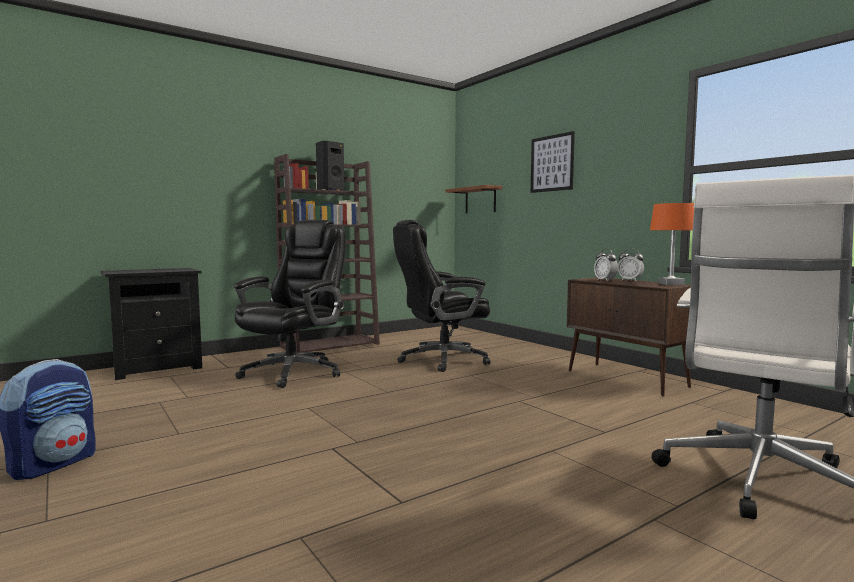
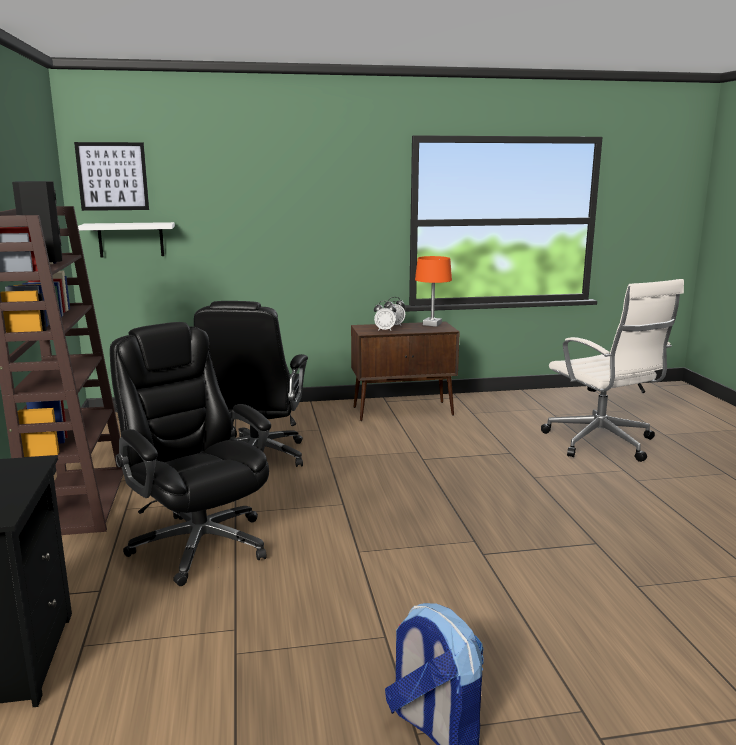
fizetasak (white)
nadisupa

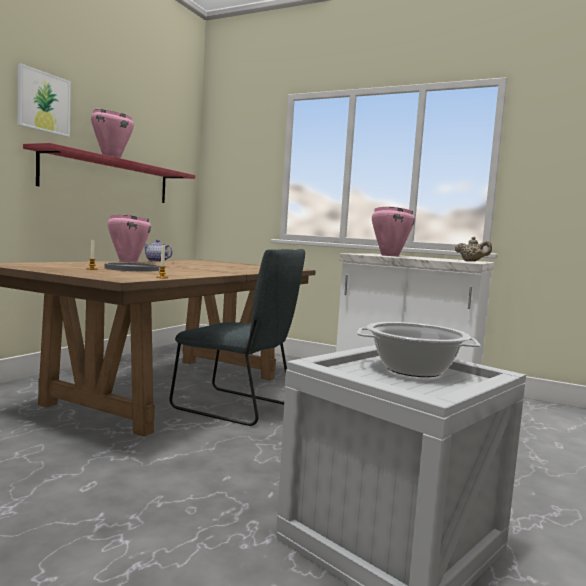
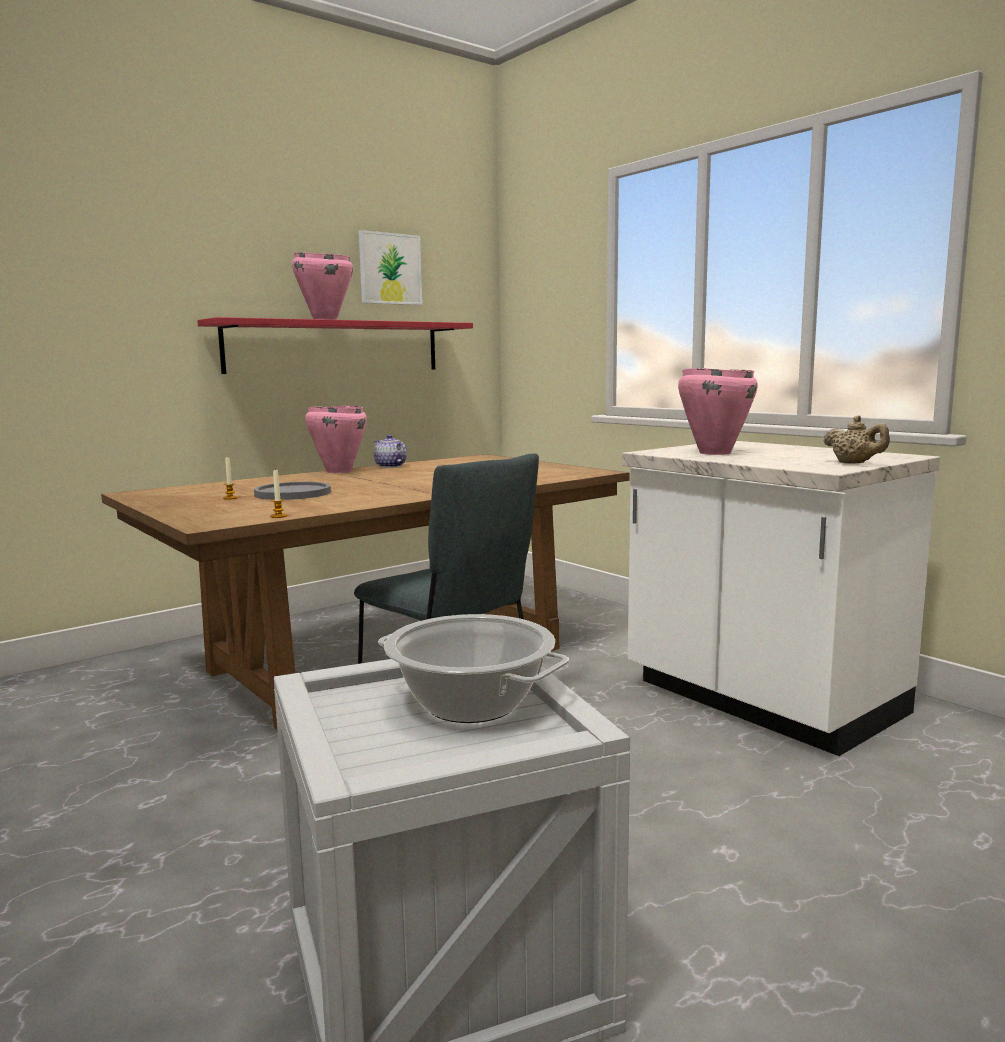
nadisupa

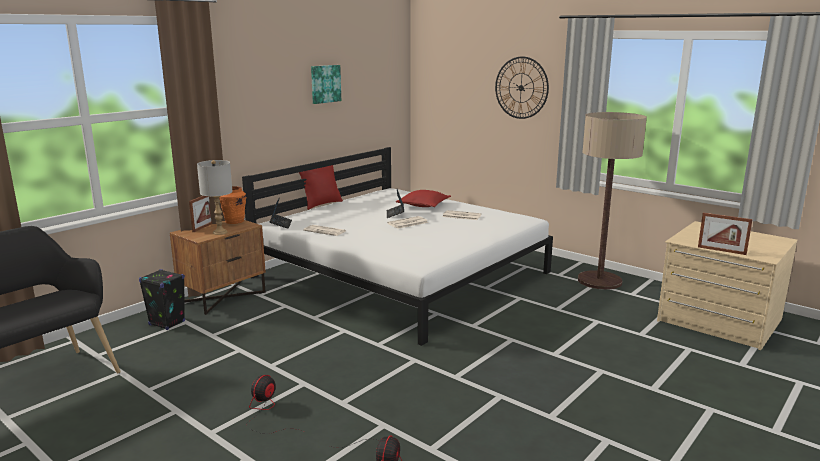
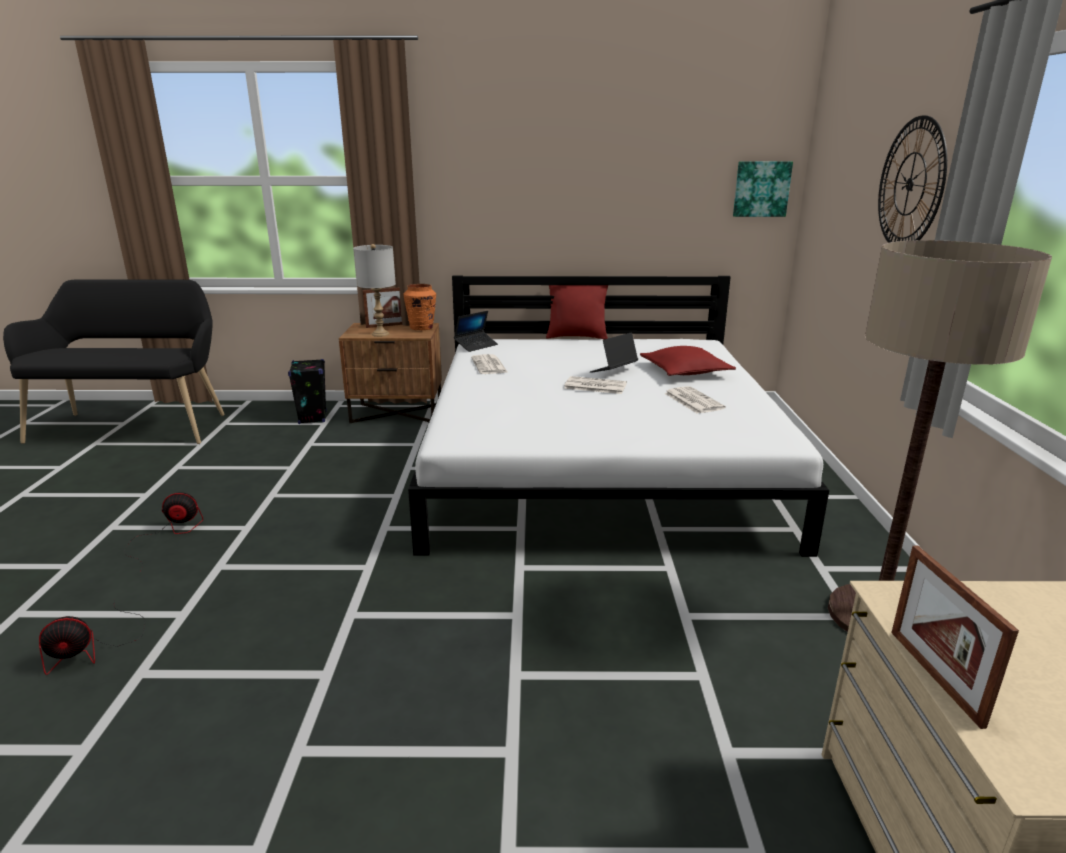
nadisupa

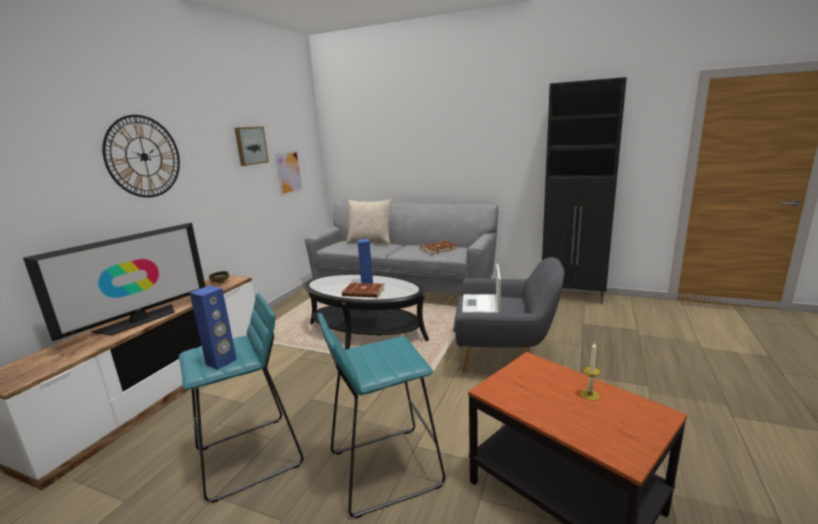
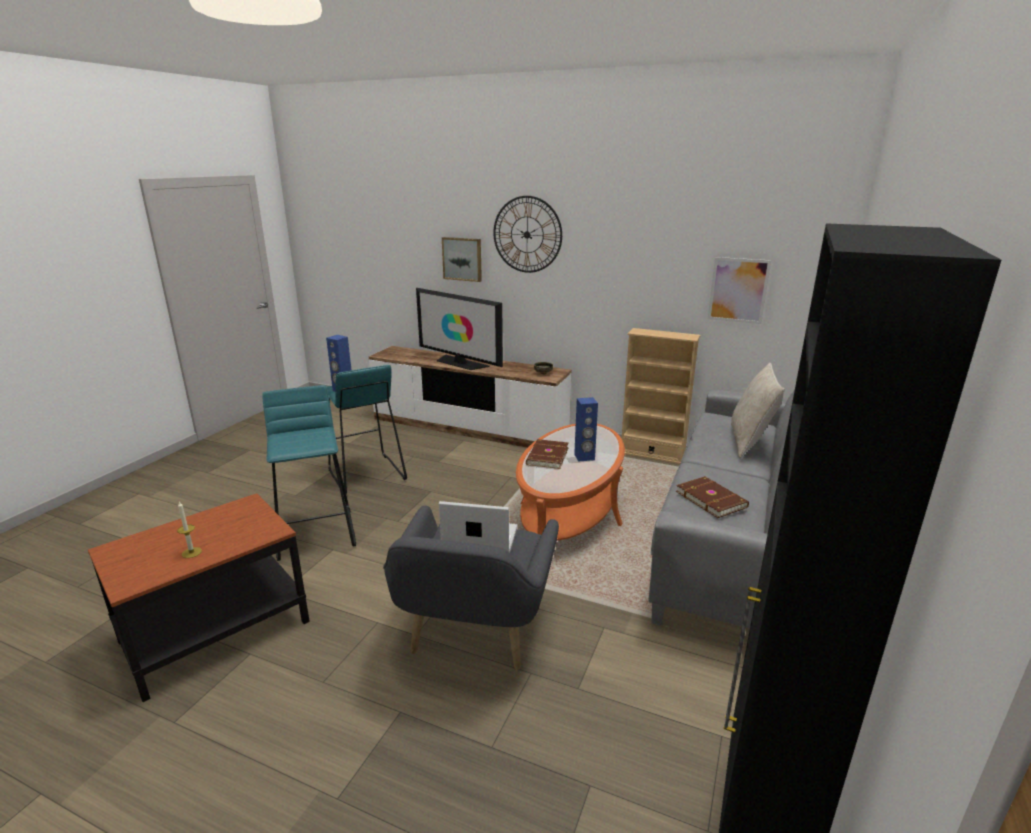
nadisupa (1st from left)
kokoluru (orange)
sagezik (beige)

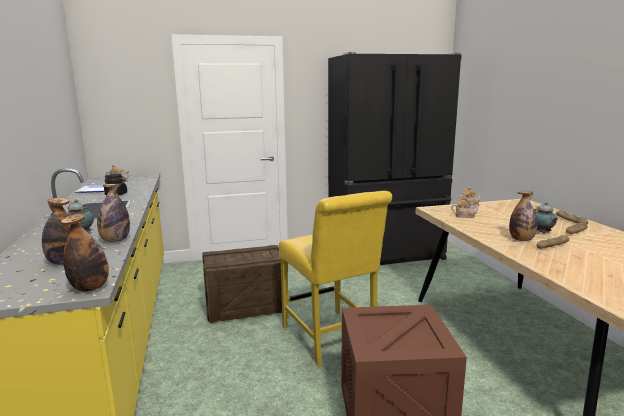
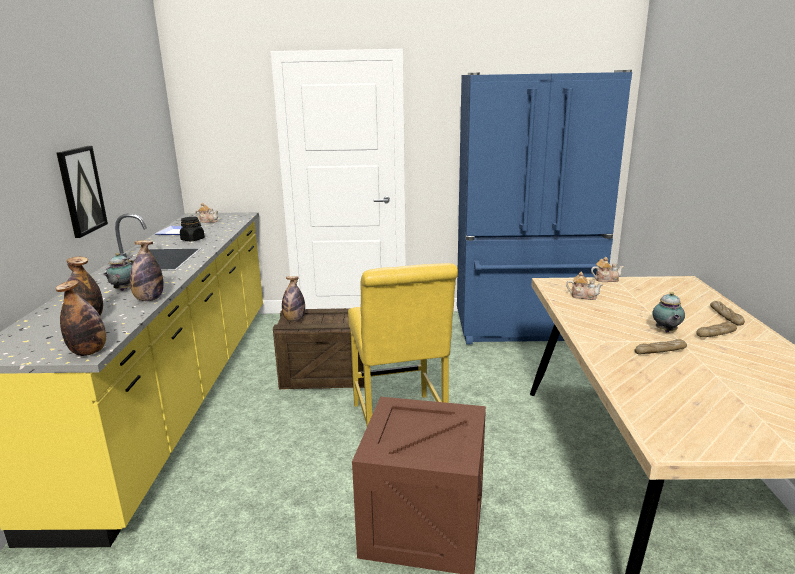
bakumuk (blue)
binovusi (4th from left)
nadisupa

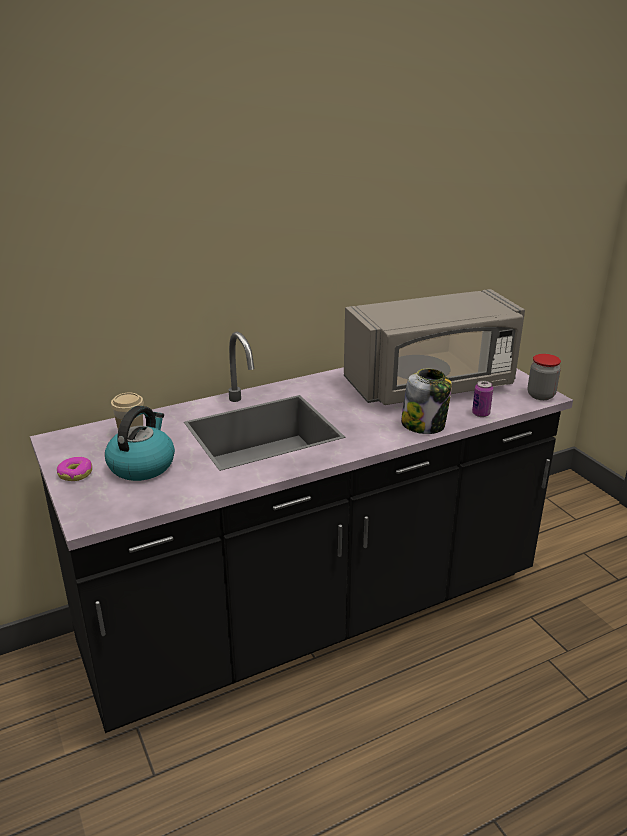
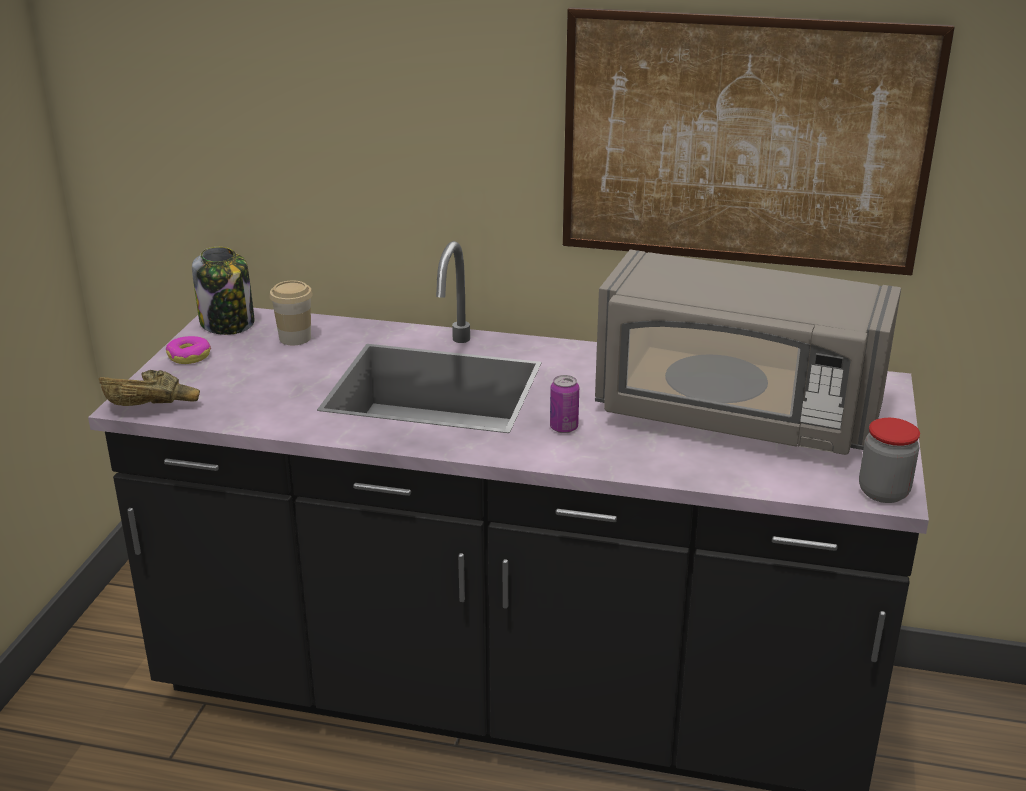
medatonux
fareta (1st from left)
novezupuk
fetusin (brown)
nadisupa

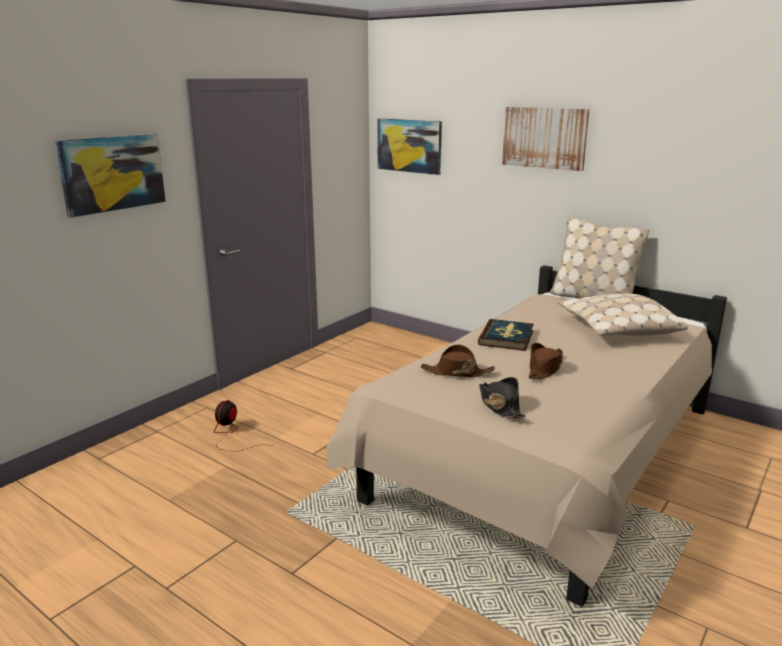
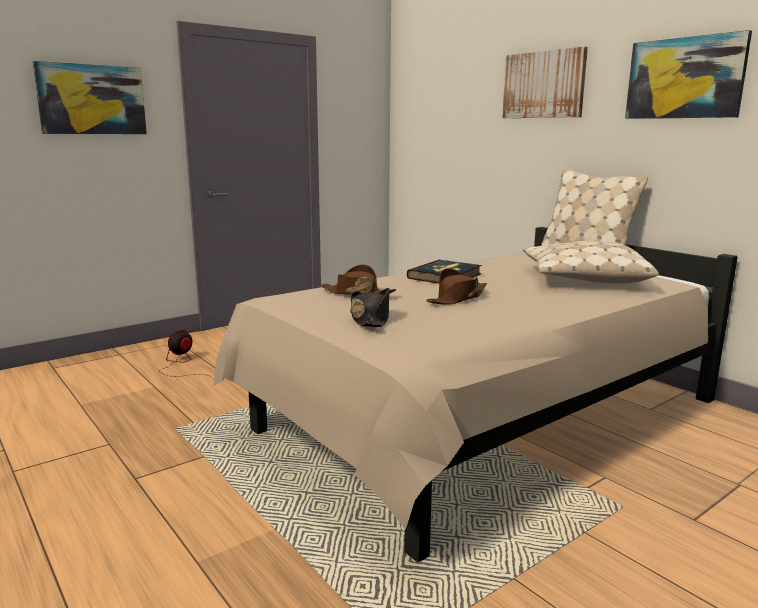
nadisupa (3rd from left)

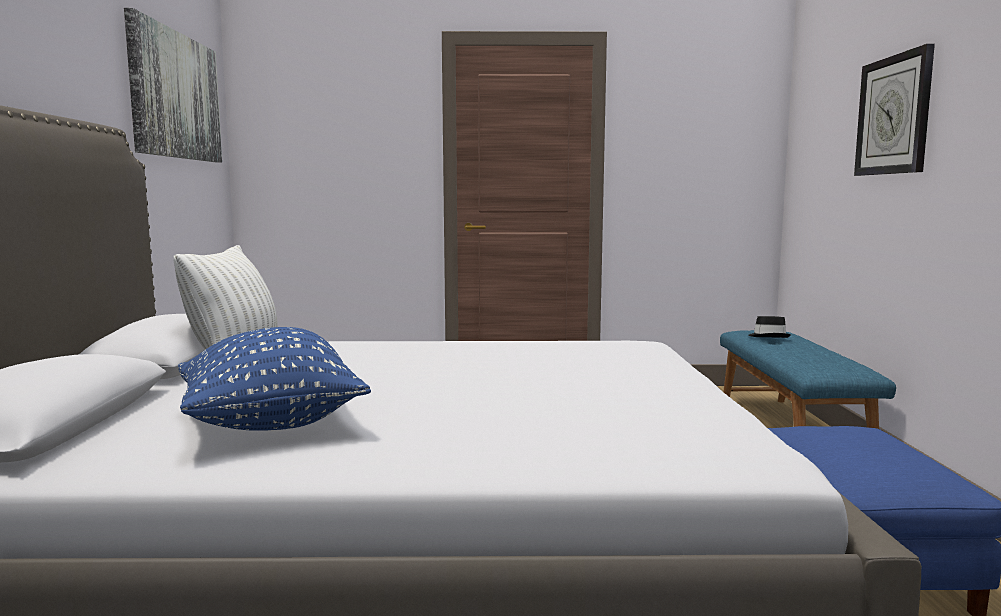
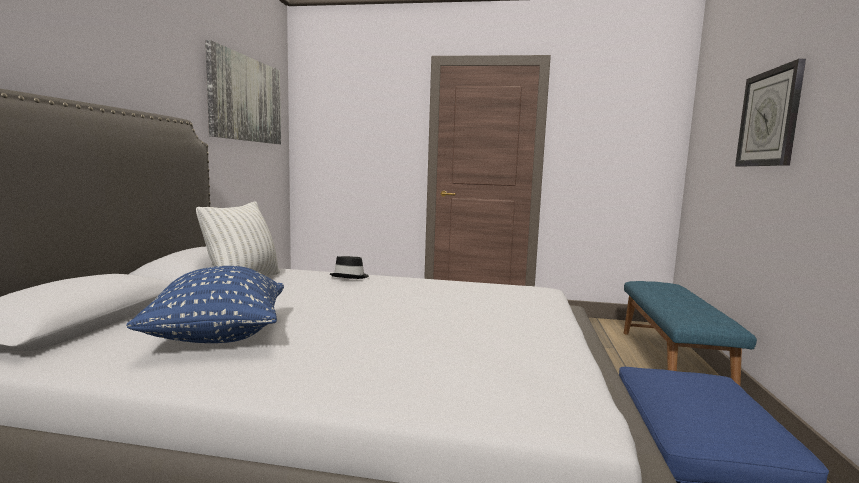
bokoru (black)

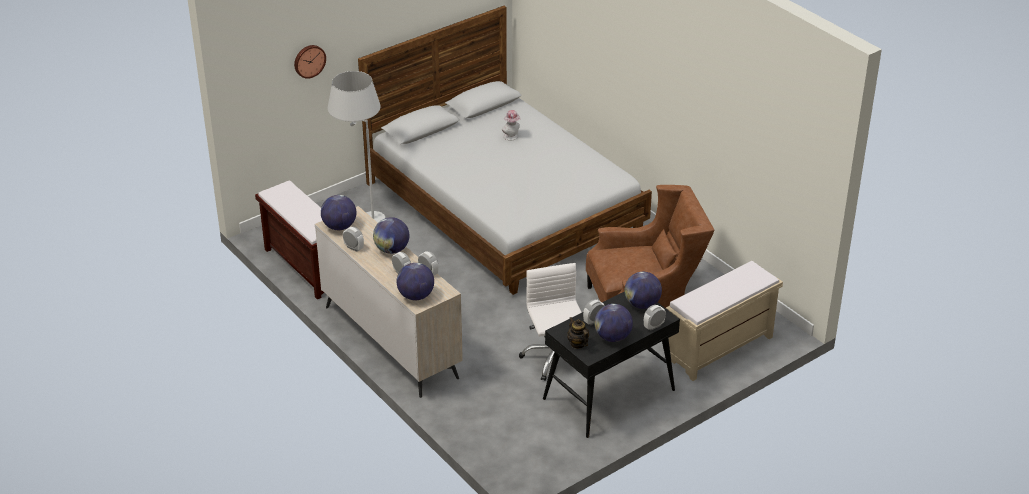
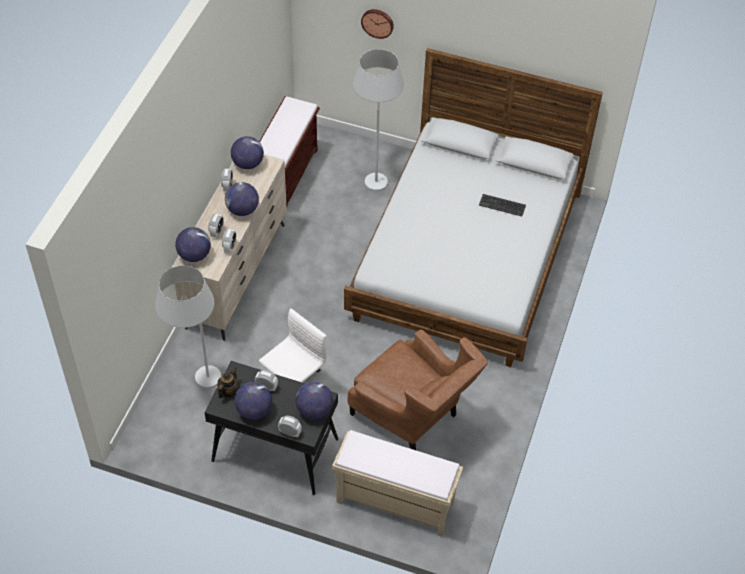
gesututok
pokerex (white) (1st from left)

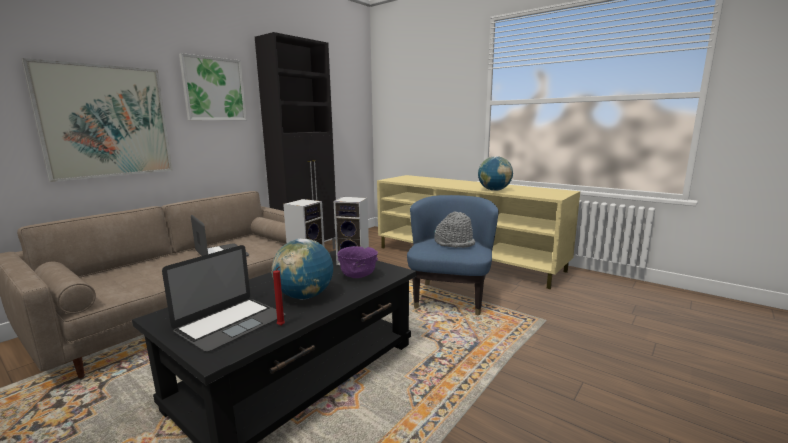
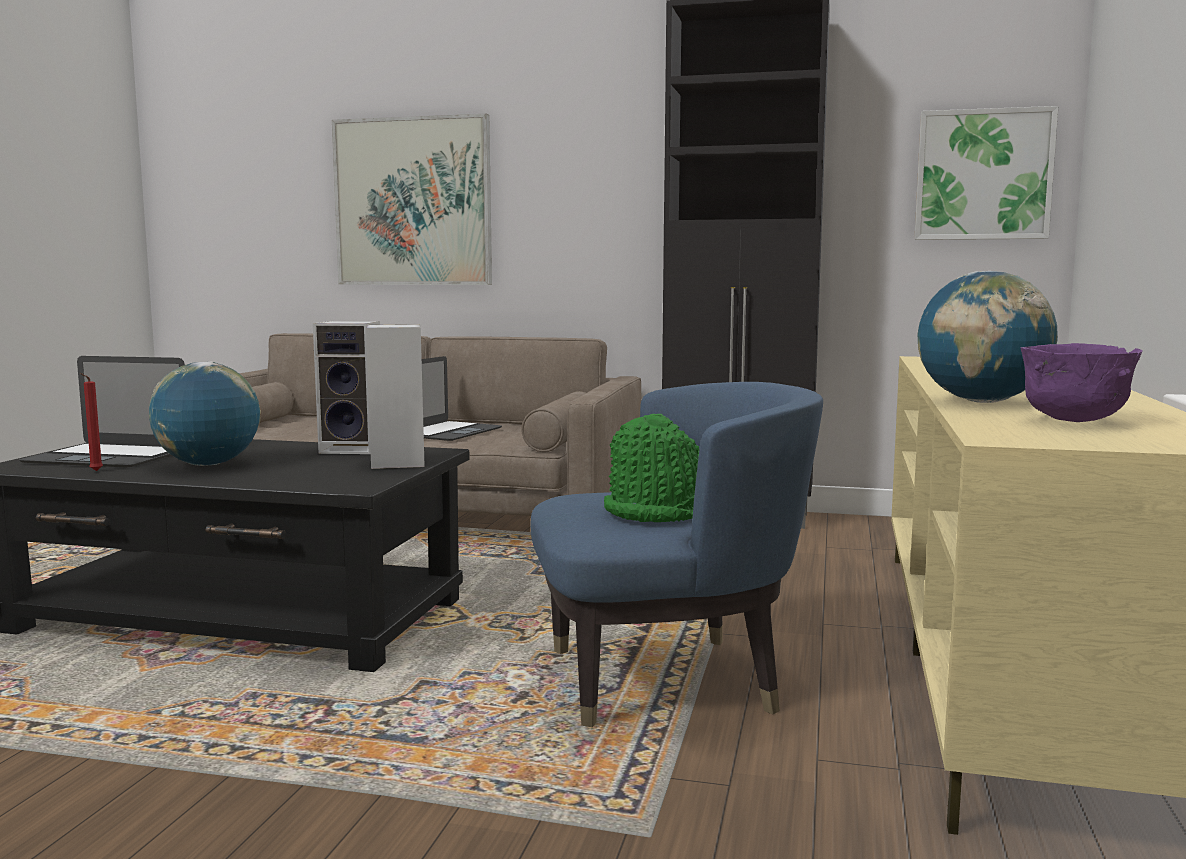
nadisupa (2nd from left)
fetusin (purple)
bokoru (green)

